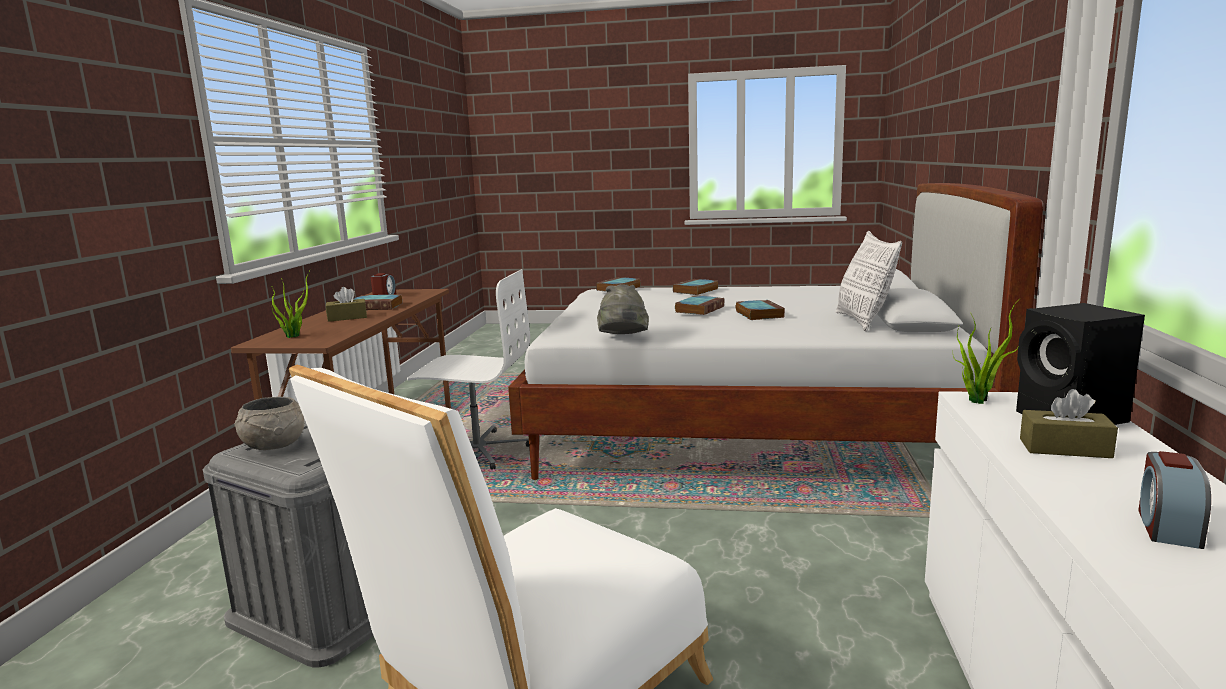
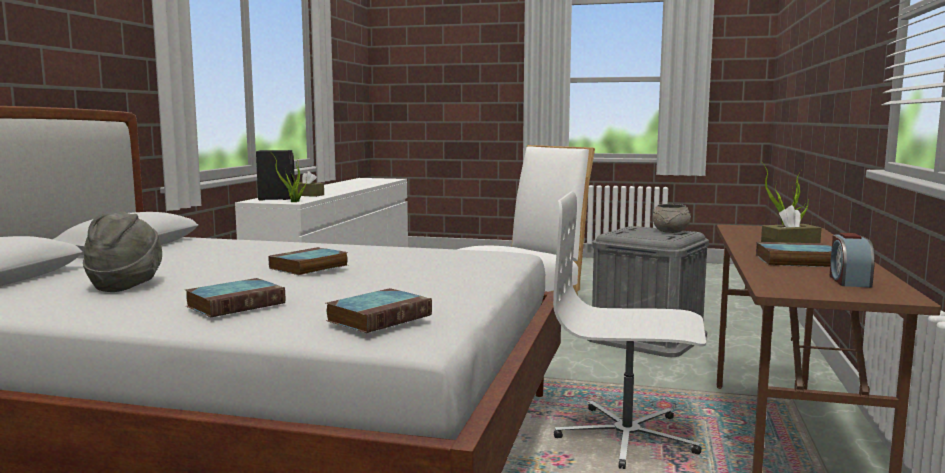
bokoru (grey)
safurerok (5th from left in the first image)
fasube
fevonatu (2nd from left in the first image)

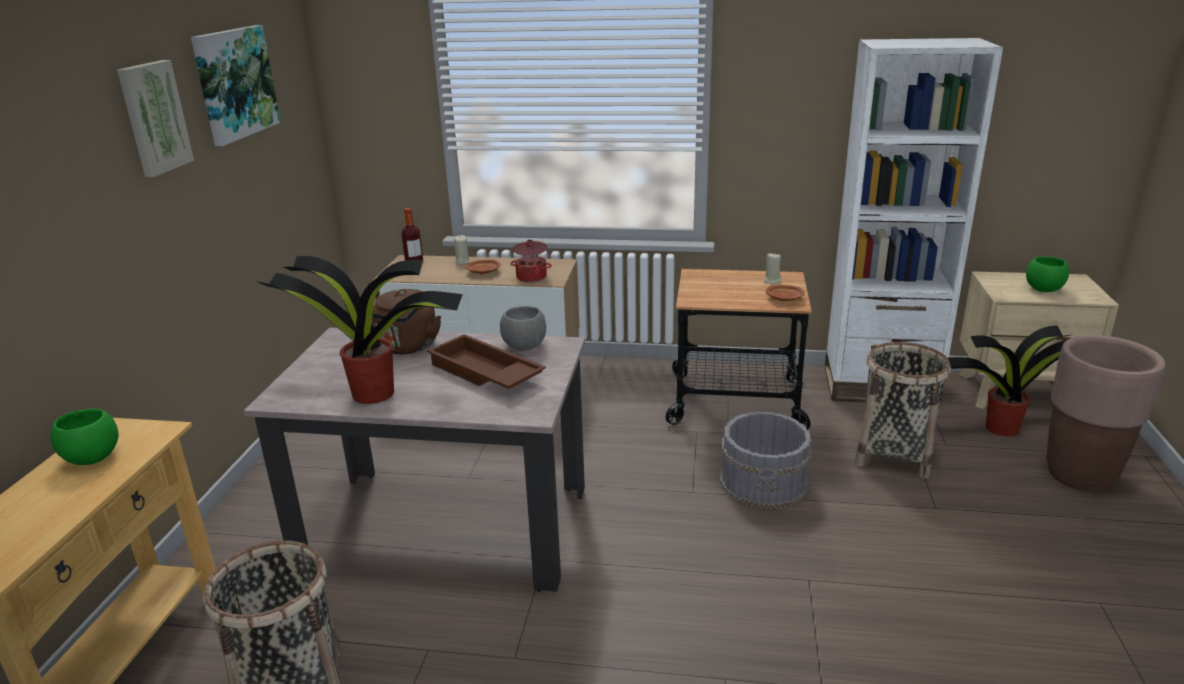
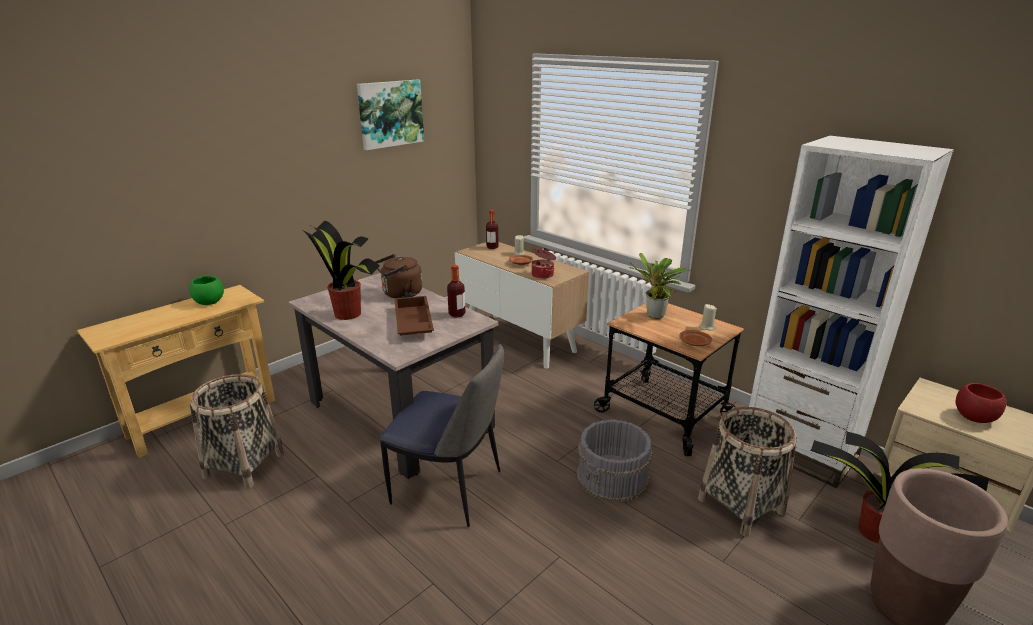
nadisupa (1st from left in the first image)
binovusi (1st from left)
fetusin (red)
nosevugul
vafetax (2nd from left)

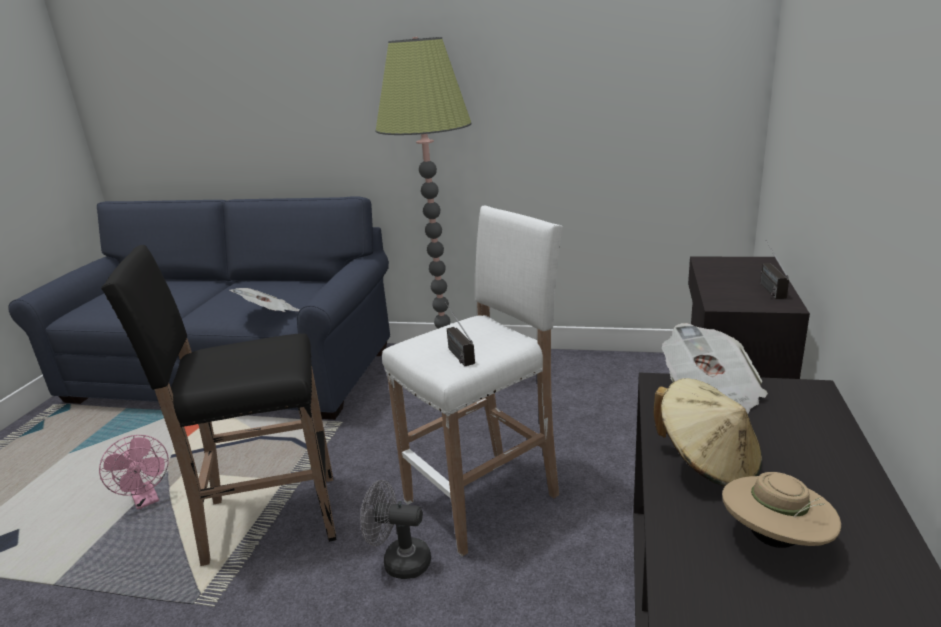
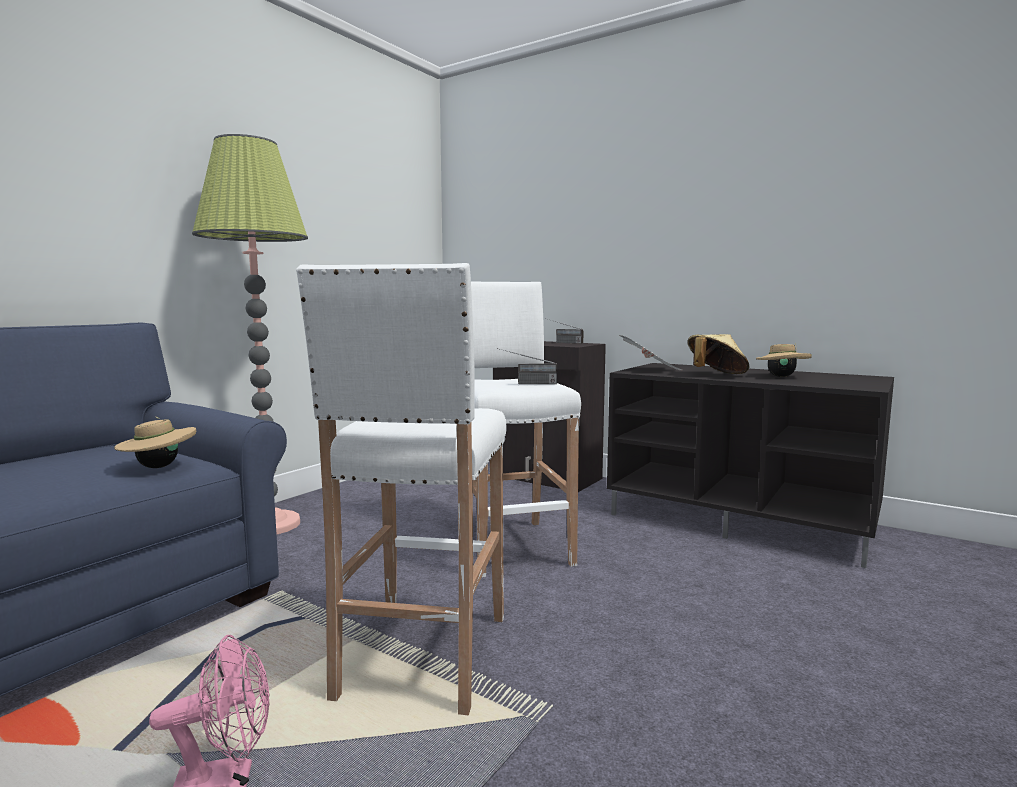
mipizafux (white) (1st from left)
bokoru (beige) (1st from left)
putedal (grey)

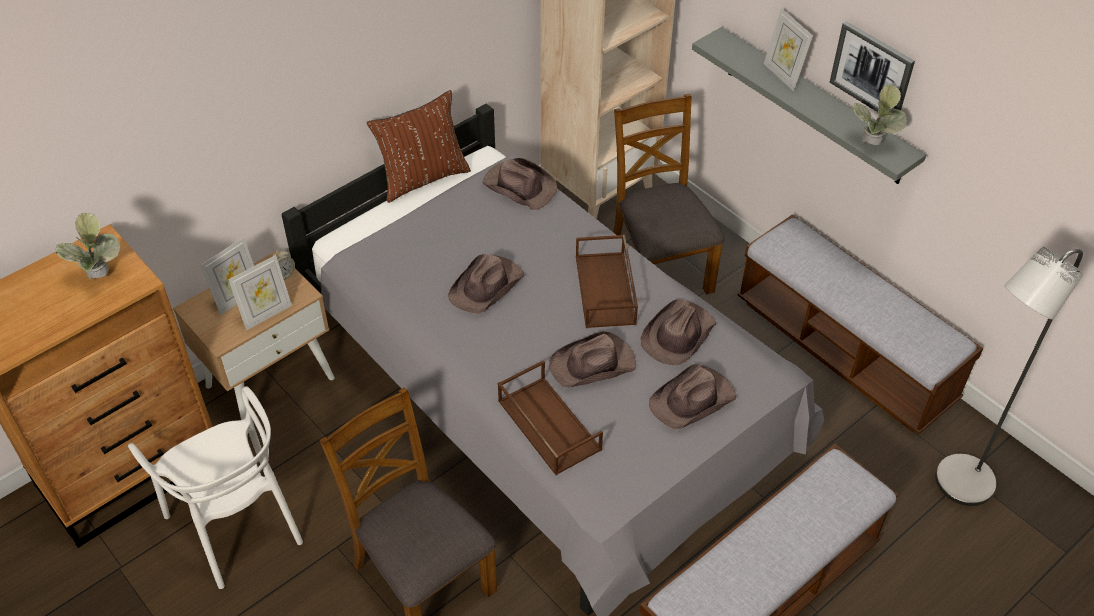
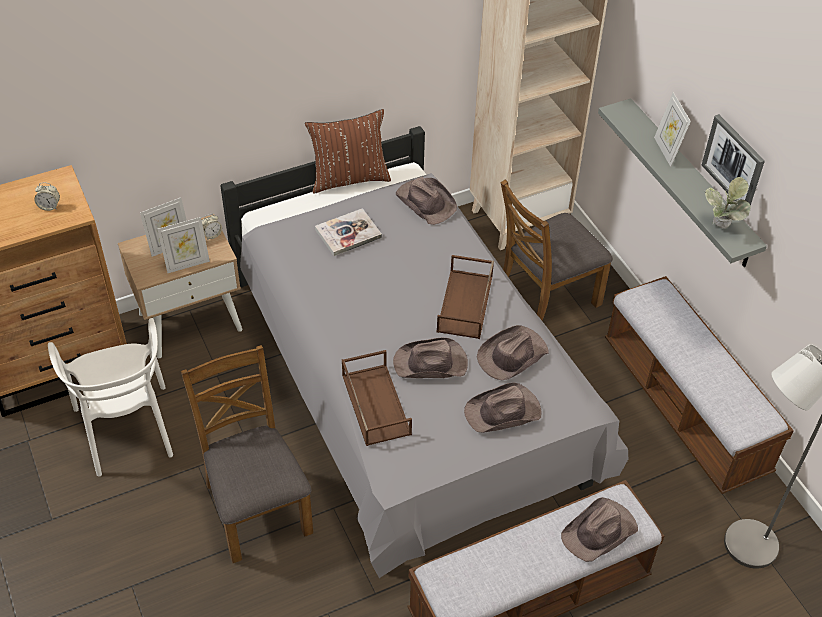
fevonatu (1st from left)
bokoru (brown) (5th from left)
nosevugul (brown) (2nd from left)
safurerok

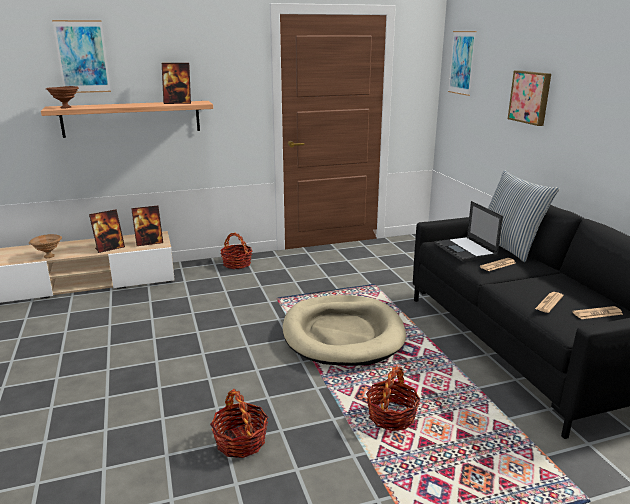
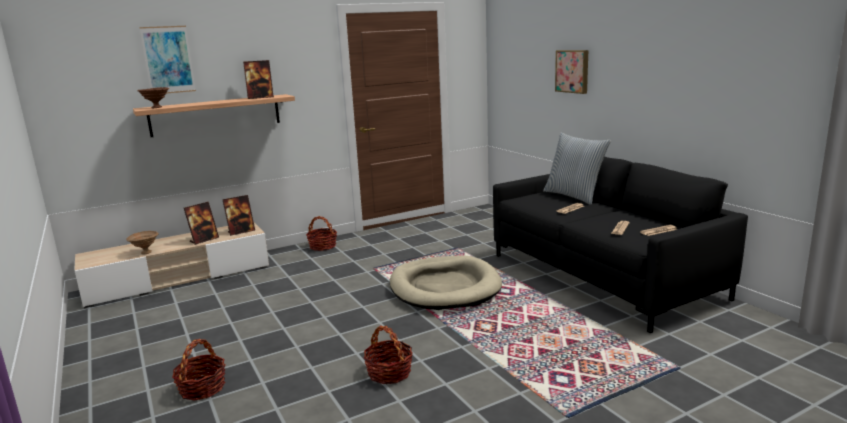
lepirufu (1st from left)
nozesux
nadisupa (2nd from left in the first image)

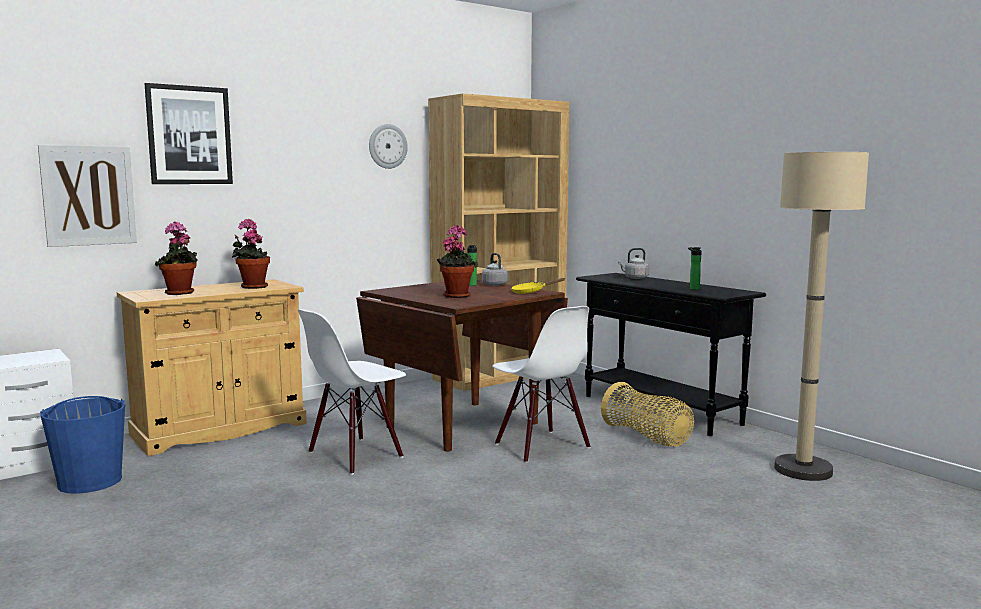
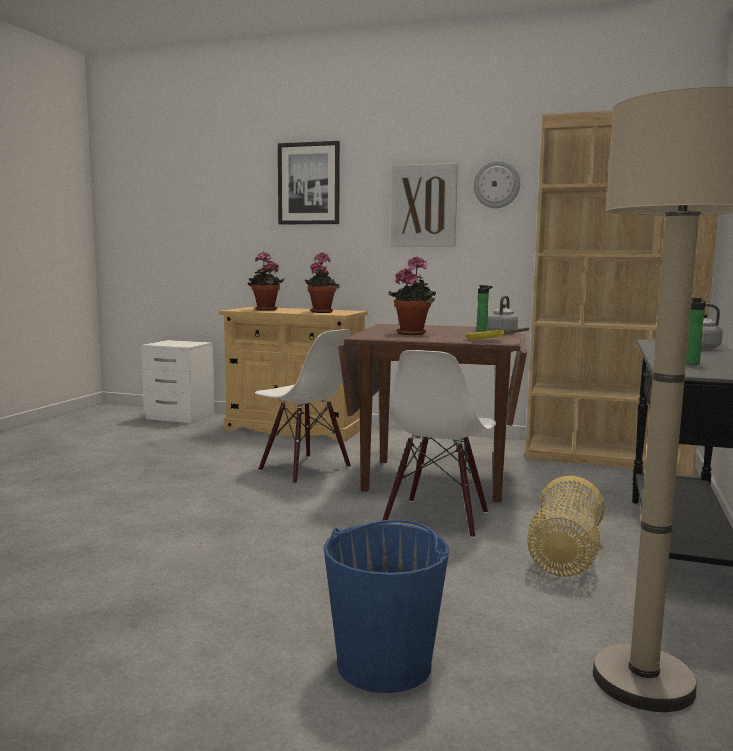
nadisupa (2nd from left)
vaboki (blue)
nosevugul (white) (1st from left)

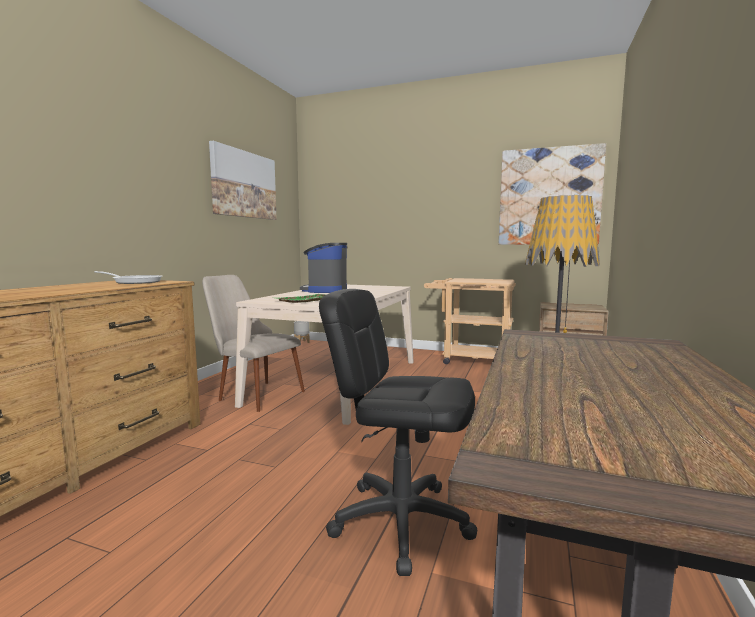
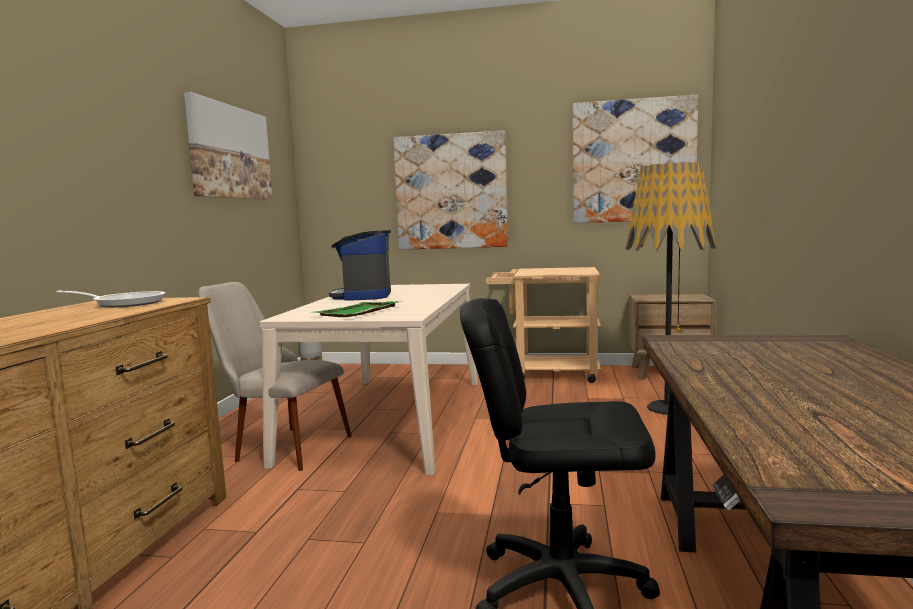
nadisupa (2nd from left)

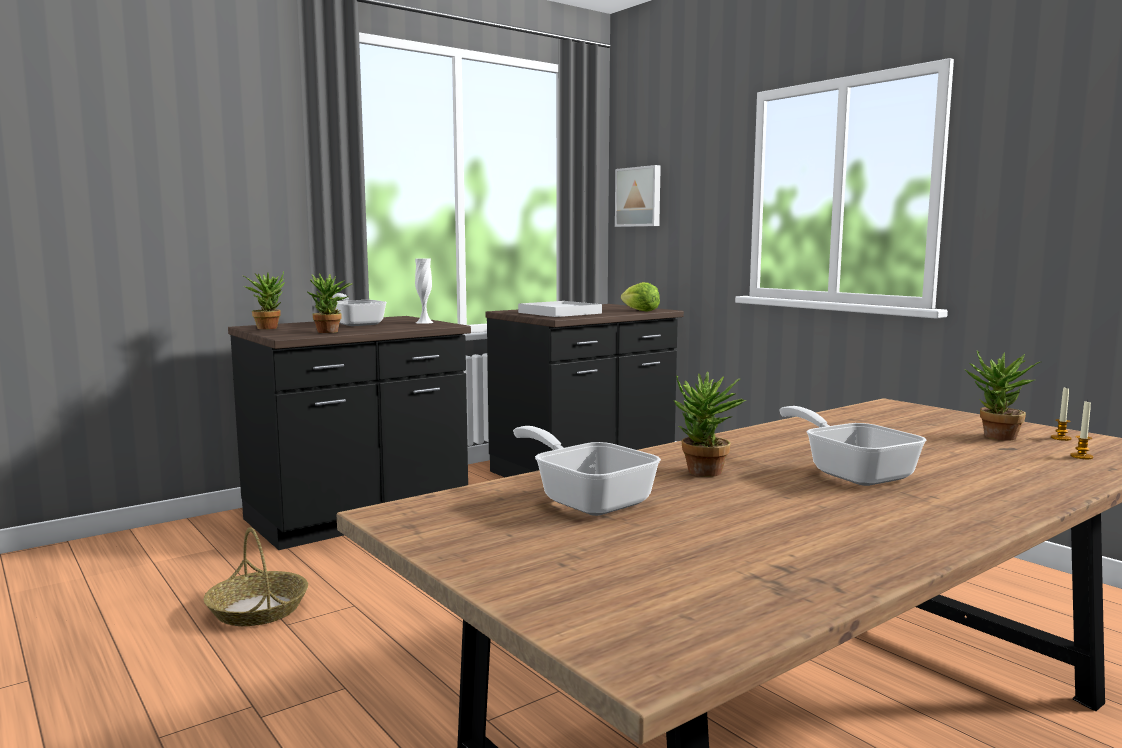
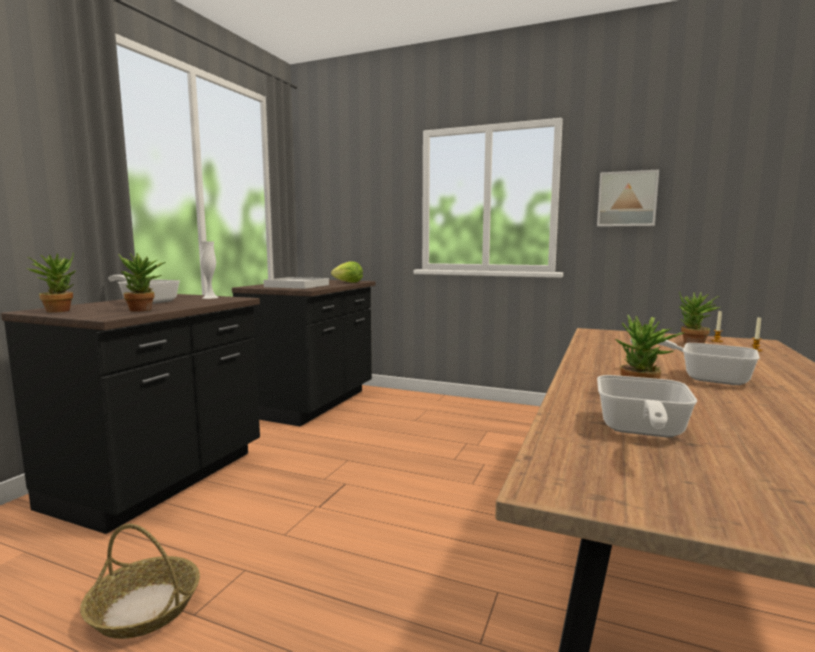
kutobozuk (2nd from left)
nadisupa

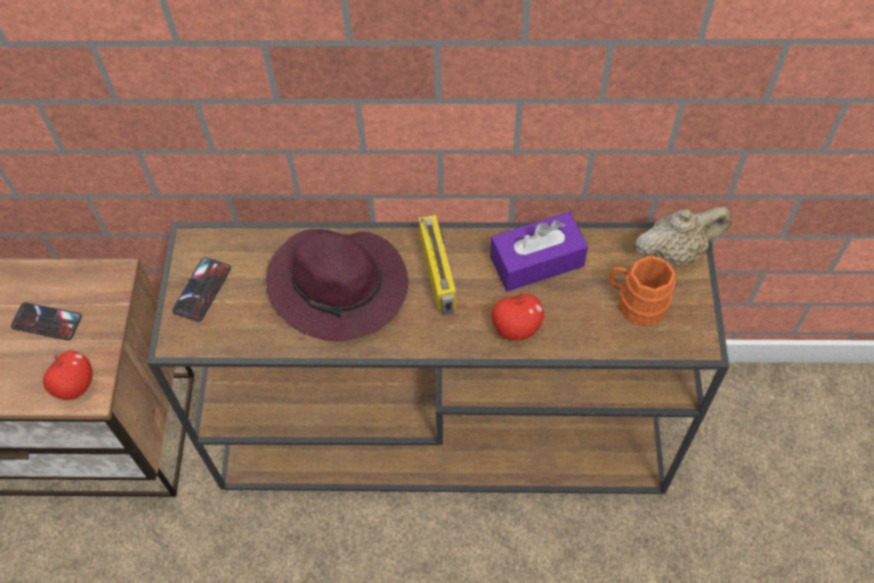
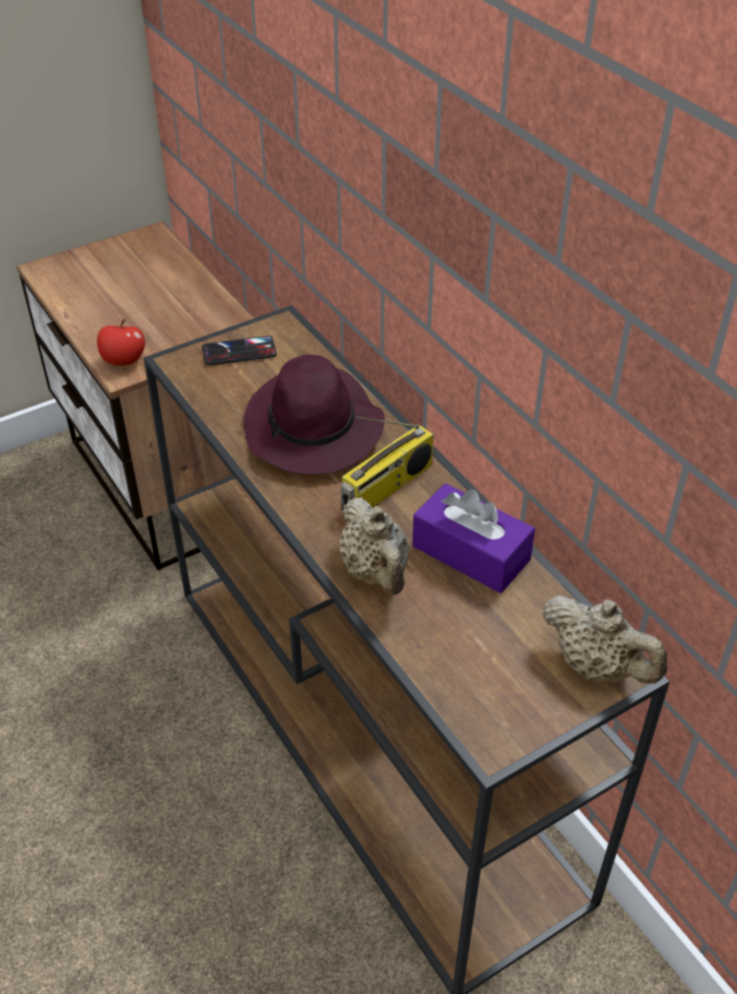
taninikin (1st from left in the first image)
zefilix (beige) (1st from left)
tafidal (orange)

